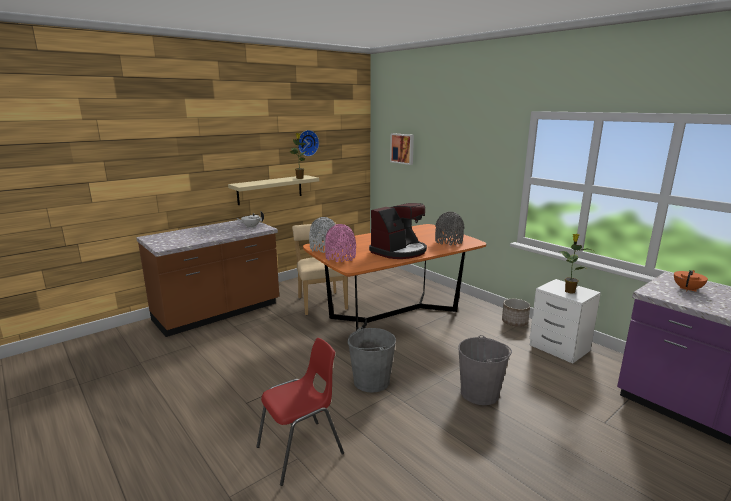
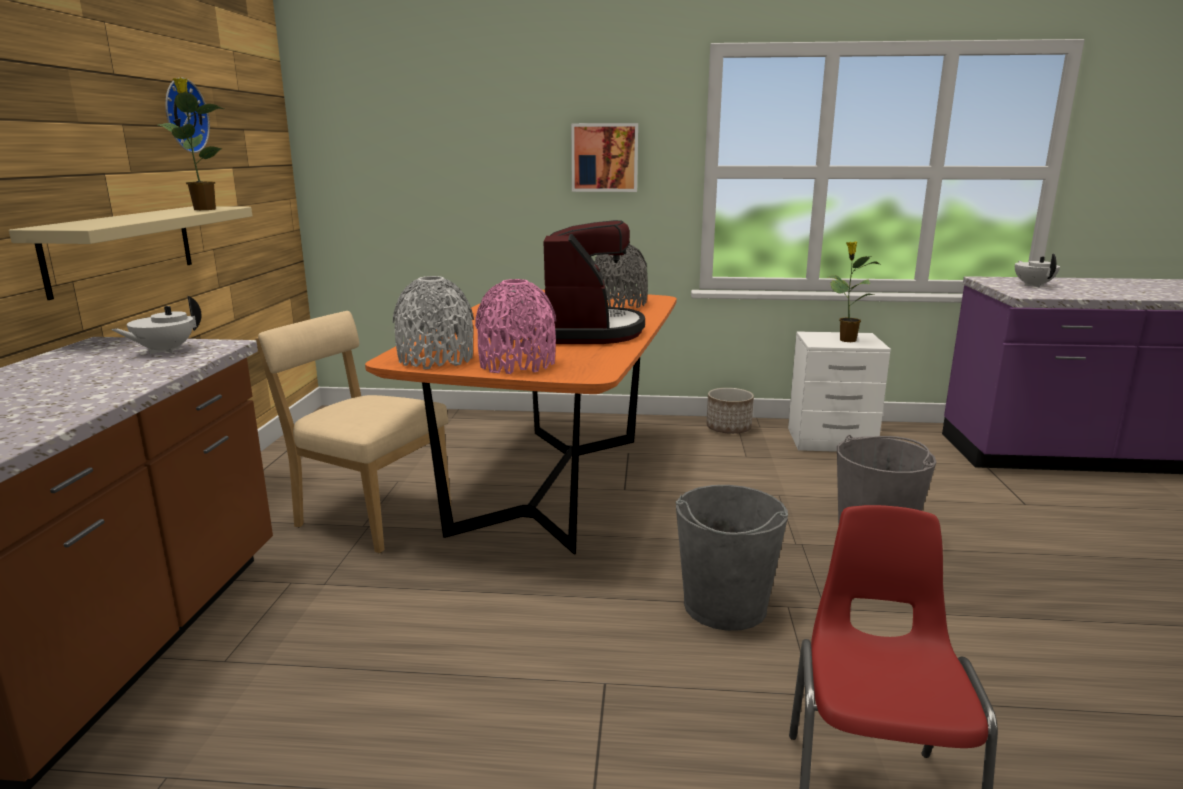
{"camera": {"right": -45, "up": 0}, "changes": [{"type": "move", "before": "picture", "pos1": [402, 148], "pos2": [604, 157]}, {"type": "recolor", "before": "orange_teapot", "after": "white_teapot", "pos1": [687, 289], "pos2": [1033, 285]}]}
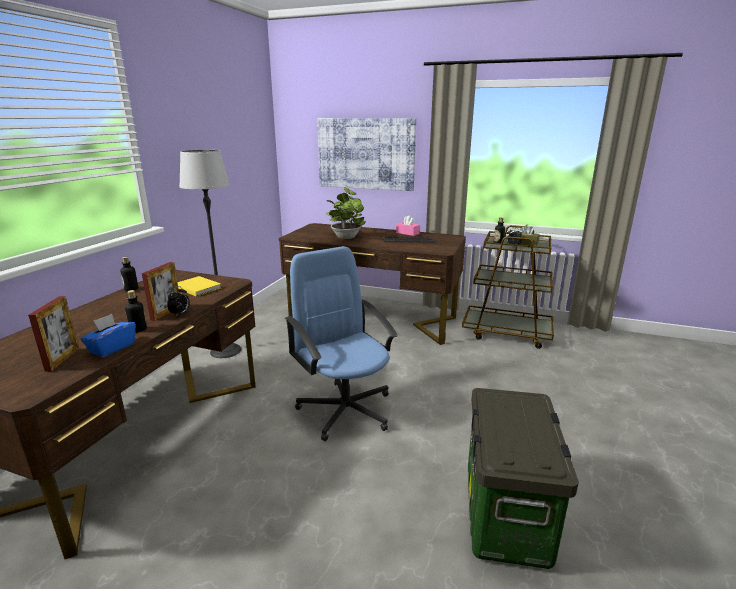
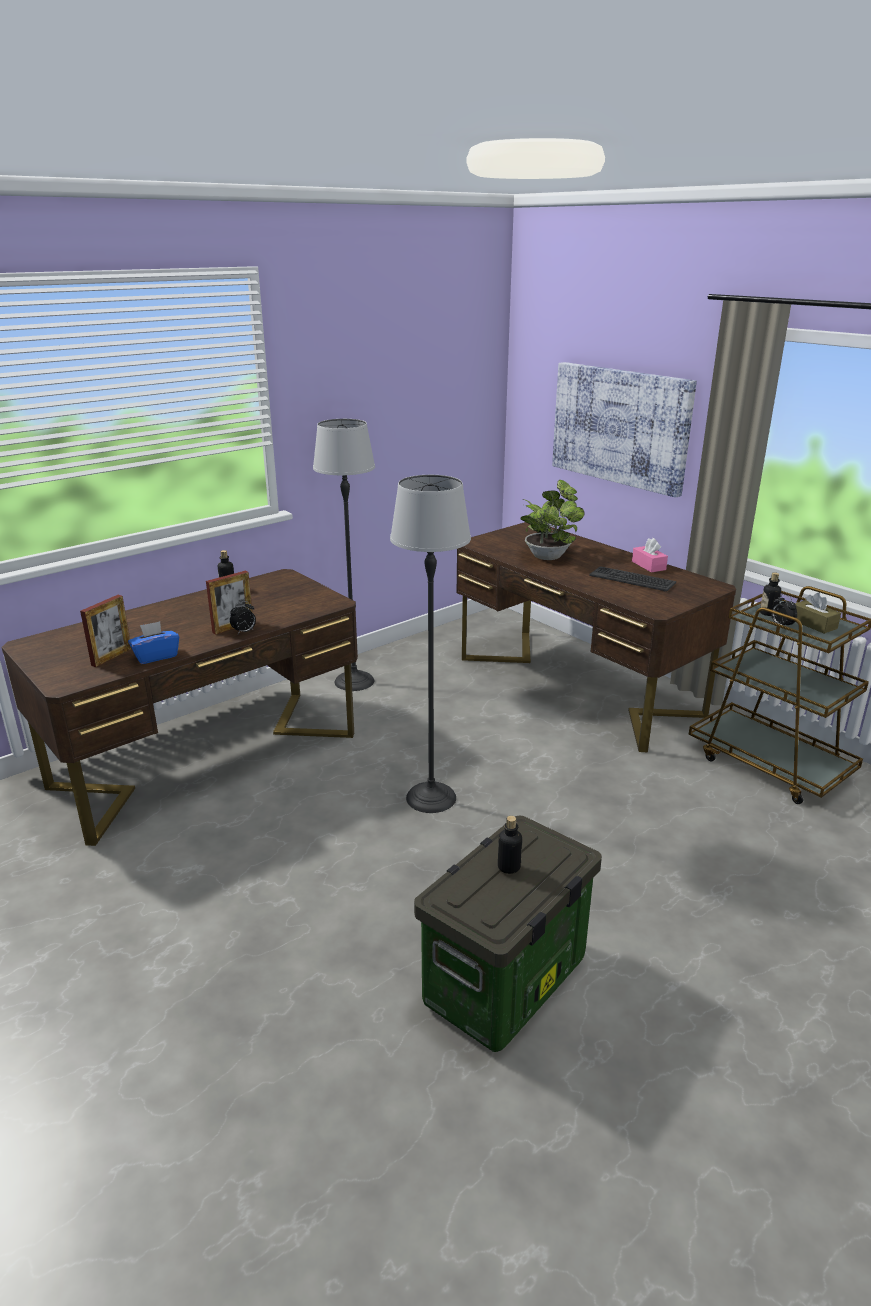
{"camera": {"right": 30, "up": 5}, "changes": [{"type": "move", "before": "bottle", "pos1": [138, 329], "pos2": [509, 867]}, {"type": "delete", "before": "yellow_book", "pos1": [197, 287]}, {"type": "replace", "before": "blue_office_chair", "after": "floor_lamp", "pos1": [345, 409], "pos2": [431, 797]}]}
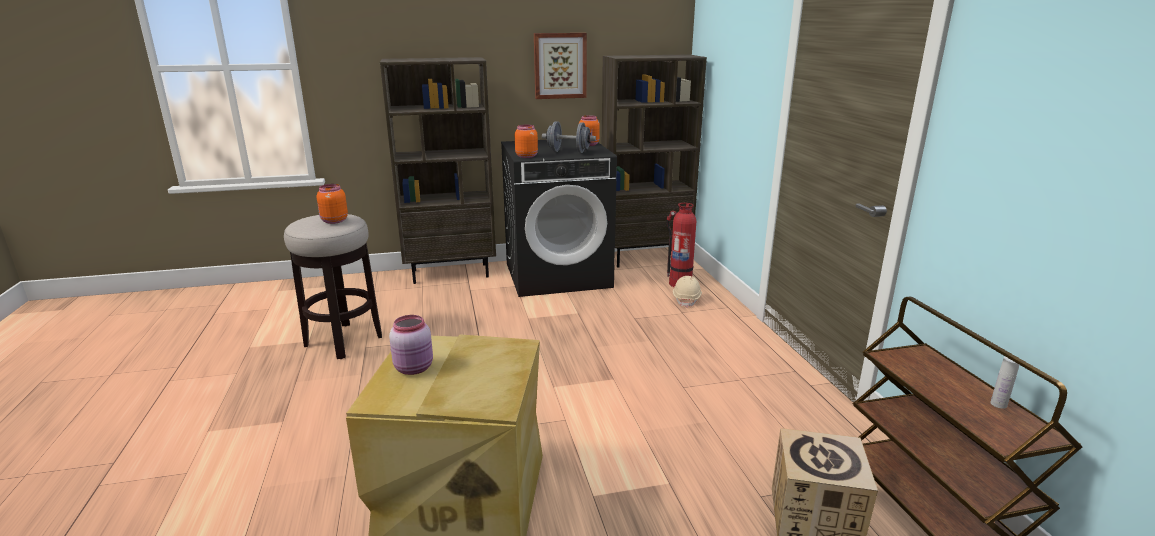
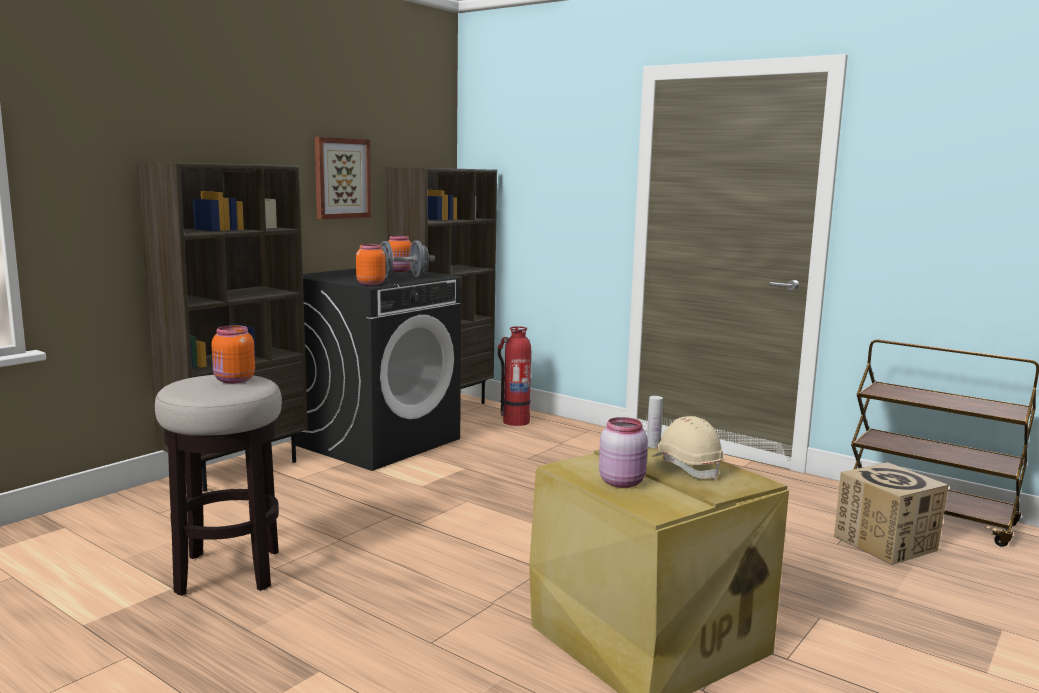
{"camera": {"right": -40, "up": -10}, "changes": [{"type": "move", "before": "beige_hard_hat", "pos1": [687, 299], "pos2": [687, 467]}, {"type": "move", "before": "white_bottle", "pos1": [998, 404], "pos2": [653, 446]}]}
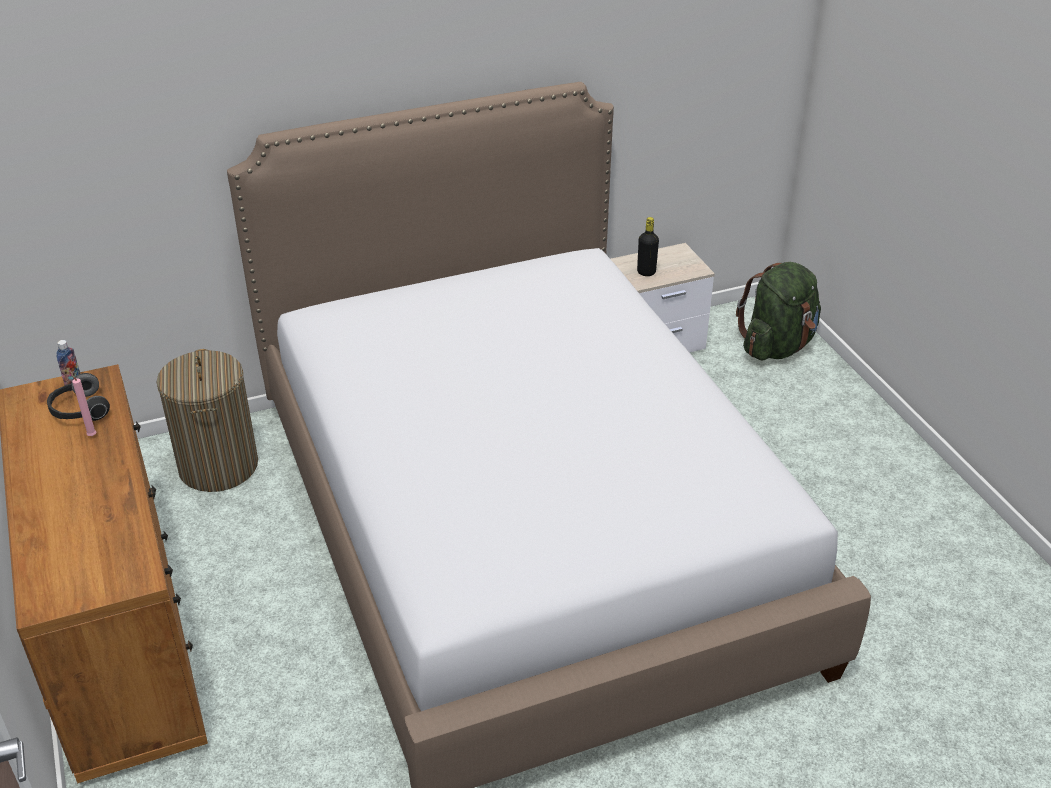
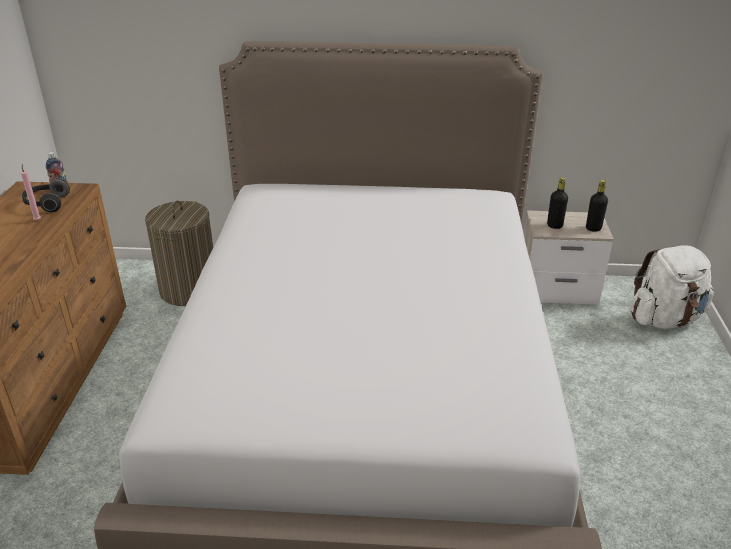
{"camera": {"right": 25, "up": -5}, "changes": [{"type": "recolor", "before": "green_backpack", "after": "white_backpack", "pos1": [777, 346], "pos2": [665, 319]}, {"type": "insert", "after": "black_bottle", "pos2": [593, 228]}]}
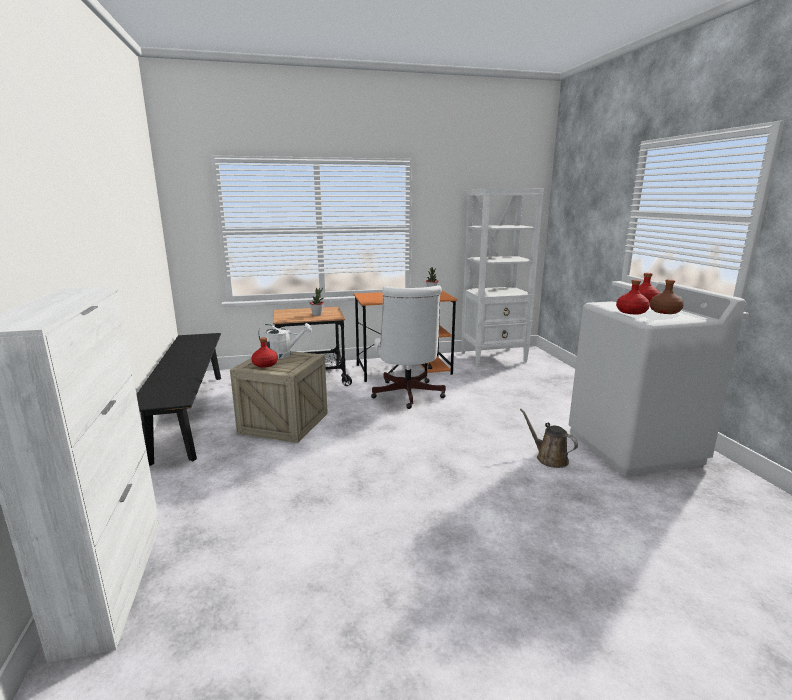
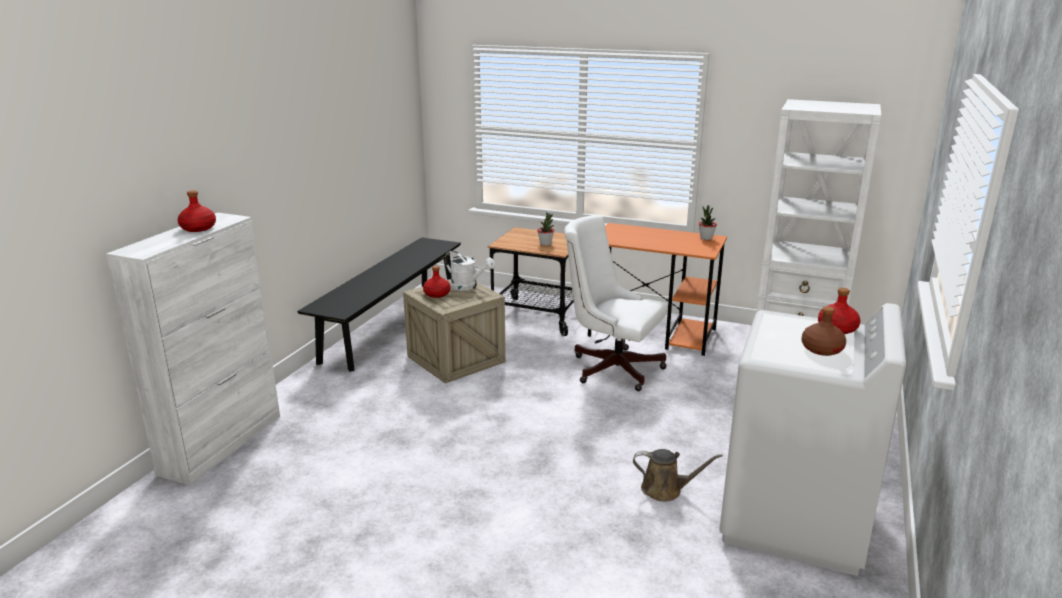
{"camera": {"right": 35, "up": 5}, "changes": [{"type": "rotate", "before": "white_office_chair", "pos1": [407, 396], "pos2": [611, 367], "turn": 90}, {"type": "rotate", "before": "brown_watering_can", "pos1": [549, 458], "pos2": [665, 490], "turn": 105}, {"type": "move", "before": "red_bottle", "pos1": [631, 312], "pos2": [198, 228]}]}
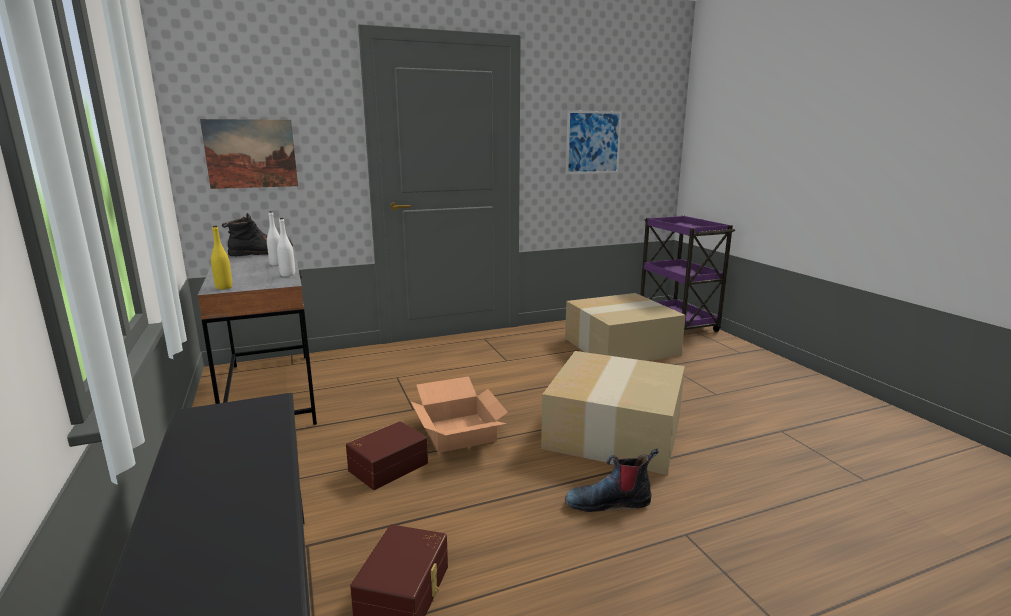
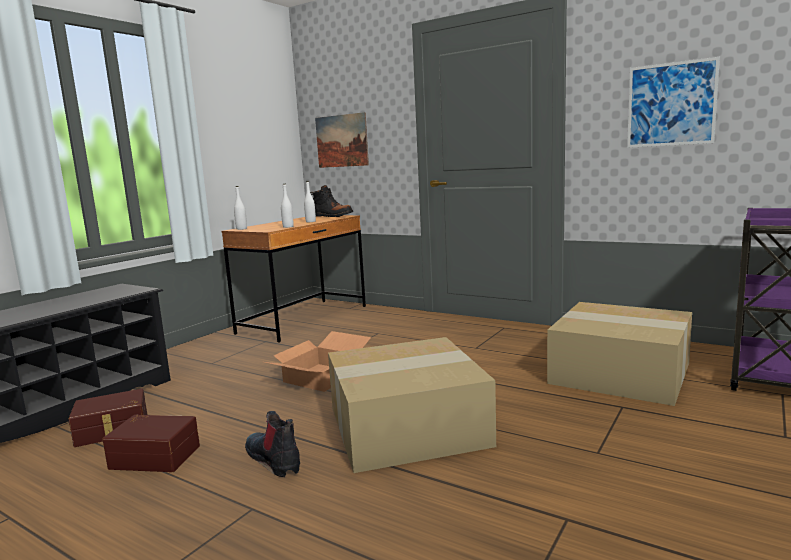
{"camera": {"right": 55, "up": -5}, "changes": [{"type": "recolor", "before": "grey_desk", "after": "brown_desk", "pos1": [271, 392], "pos2": [304, 319]}, {"type": "recolor", "before": "yellow_bottle", "after": "white_bottle", "pos1": [224, 287], "pos2": [241, 229]}, {"type": "move", "before": "brown_storage_box", "pos1": [387, 466], "pos2": [156, 456]}]}
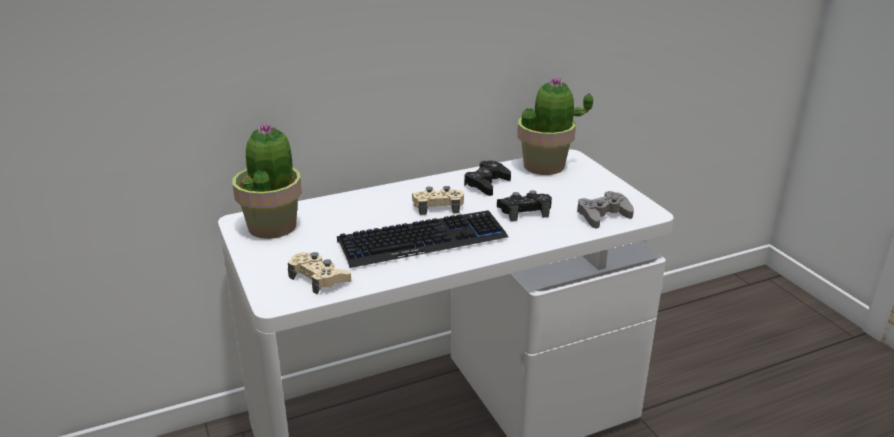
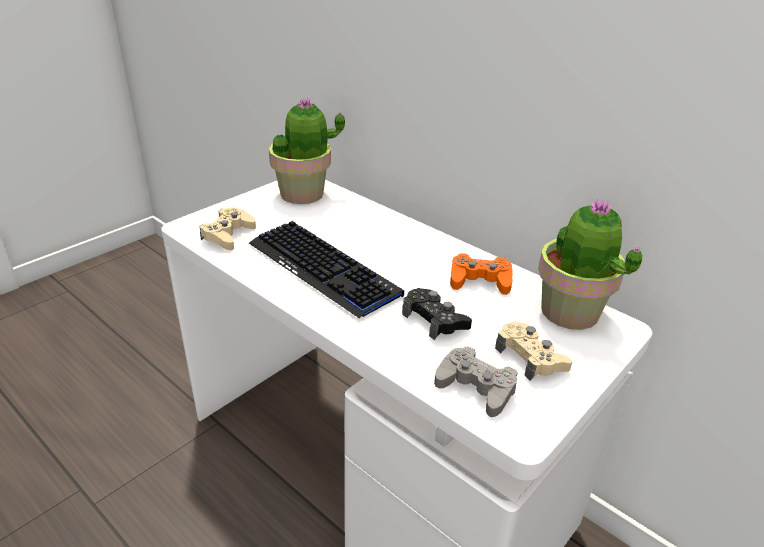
{"camera": {"right": 65, "up": 5}, "changes": [{"type": "move", "before": "beige_game_controller", "pos1": [438, 206], "pos2": [530, 357]}, {"type": "recolor", "before": "black_game_controller", "after": "orange_game_controller", "pos1": [487, 184], "pos2": [480, 280]}]}
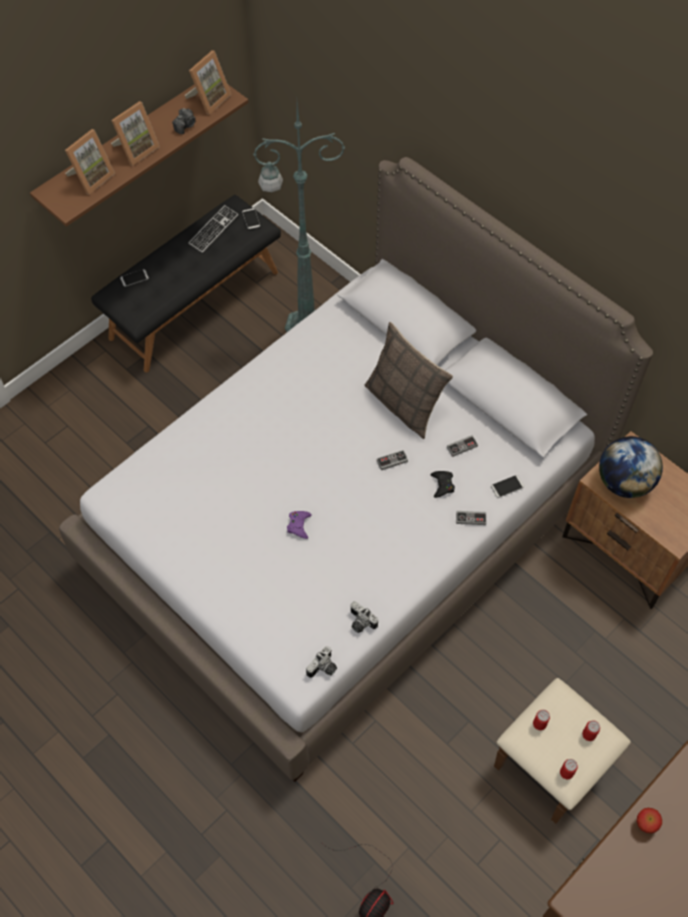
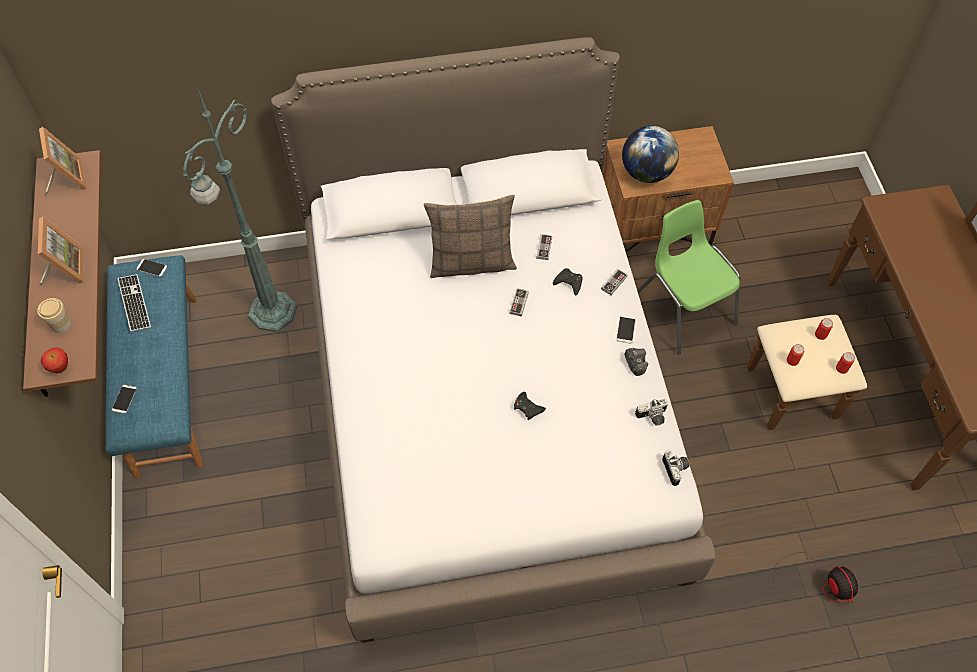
{"camera": {"right": -55, "up": 0}, "changes": [{"type": "replace", "before": "picture_frame", "after": "cup", "pos1": [91, 178], "pos2": [61, 325]}, {"type": "recolor", "before": "black_bench", "after": "blue_bench", "pos1": [194, 304], "pos2": [165, 383]}, {"type": "move", "before": "photo_camera", "pos1": [185, 126], "pos2": [635, 364]}, {"type": "recolor", "before": "purple_game_controller", "after": "black_game_controller", "pos1": [299, 525], "pos2": [528, 408]}, {"type": "move", "before": "phone", "pos1": [507, 486], "pos2": [626, 329]}, {"type": "move", "before": "apple", "pos1": [645, 824], "pos2": [61, 368]}, {"type": "insert", "after": "green_chair", "pos2": [684, 307]}]}
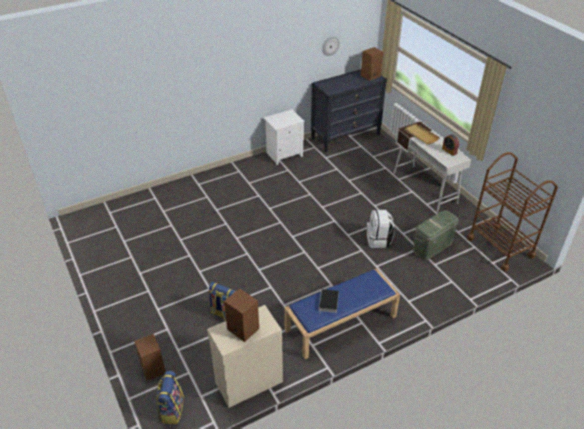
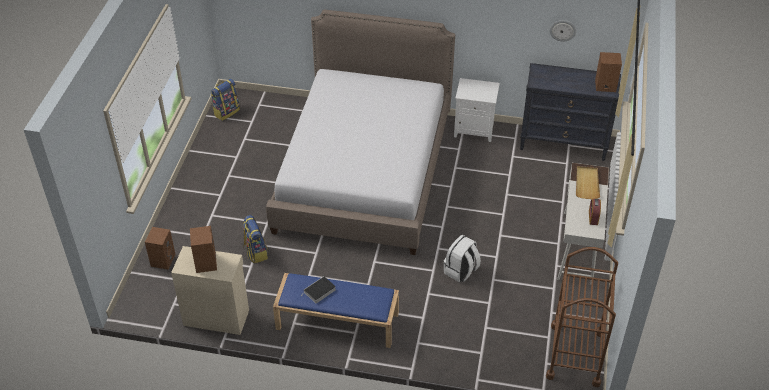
{"camera": {"right": 40, "up": 5}, "changes": [{"type": "move", "before": "backpack", "pos1": [171, 409], "pos2": [226, 112]}, {"type": "delete", "before": "green_storage_box", "pos1": [432, 247]}, {"type": "insert", "after": "bed", "pos2": [364, 172]}]}
